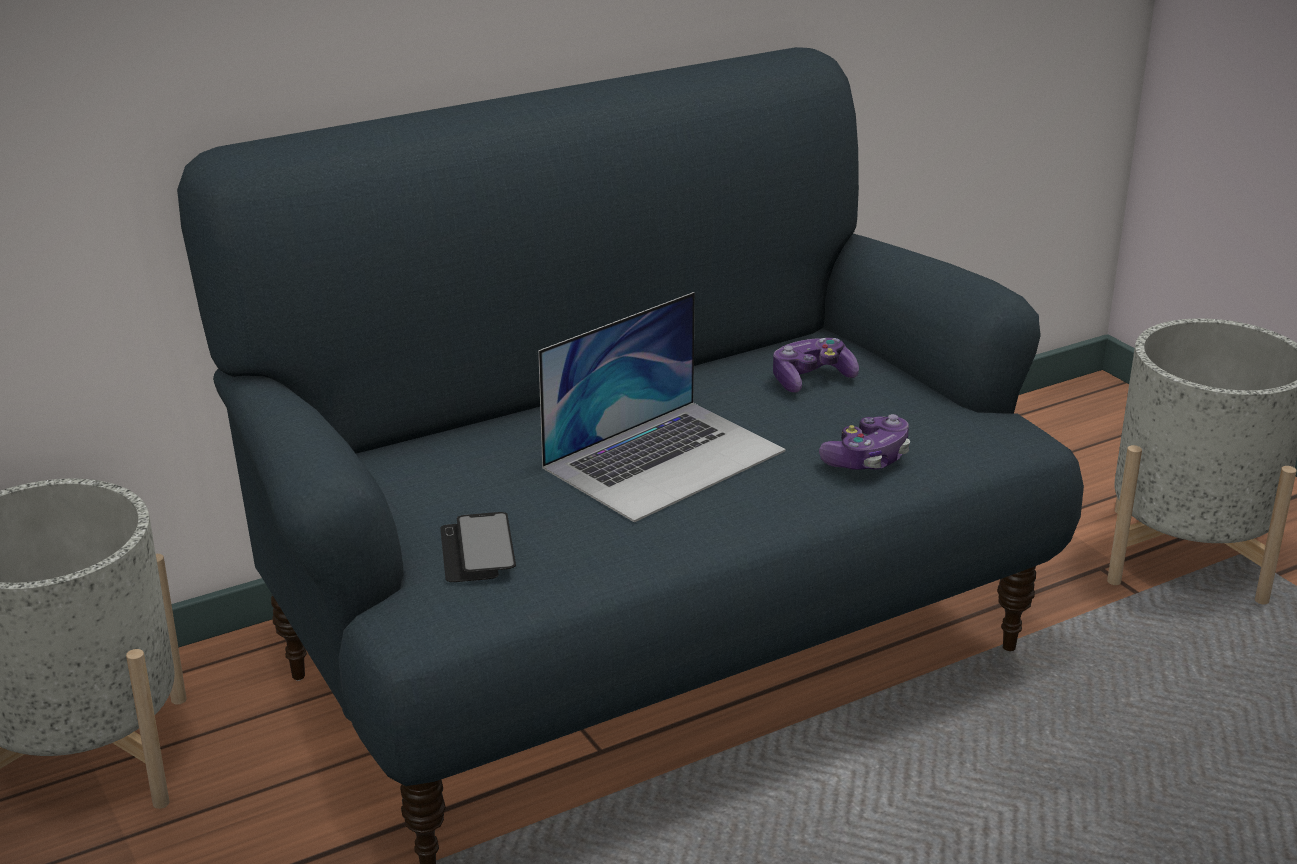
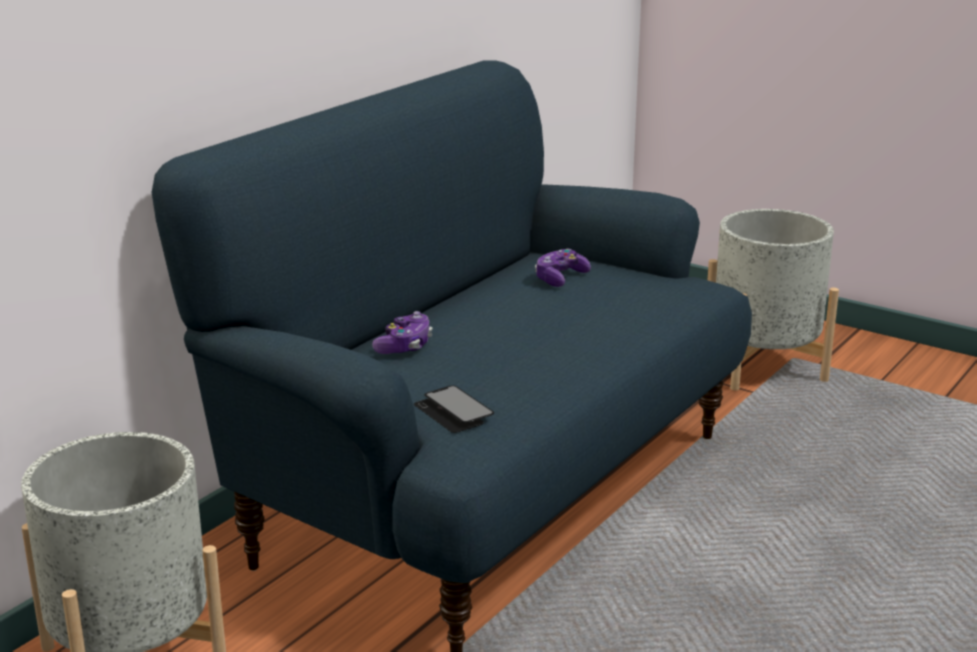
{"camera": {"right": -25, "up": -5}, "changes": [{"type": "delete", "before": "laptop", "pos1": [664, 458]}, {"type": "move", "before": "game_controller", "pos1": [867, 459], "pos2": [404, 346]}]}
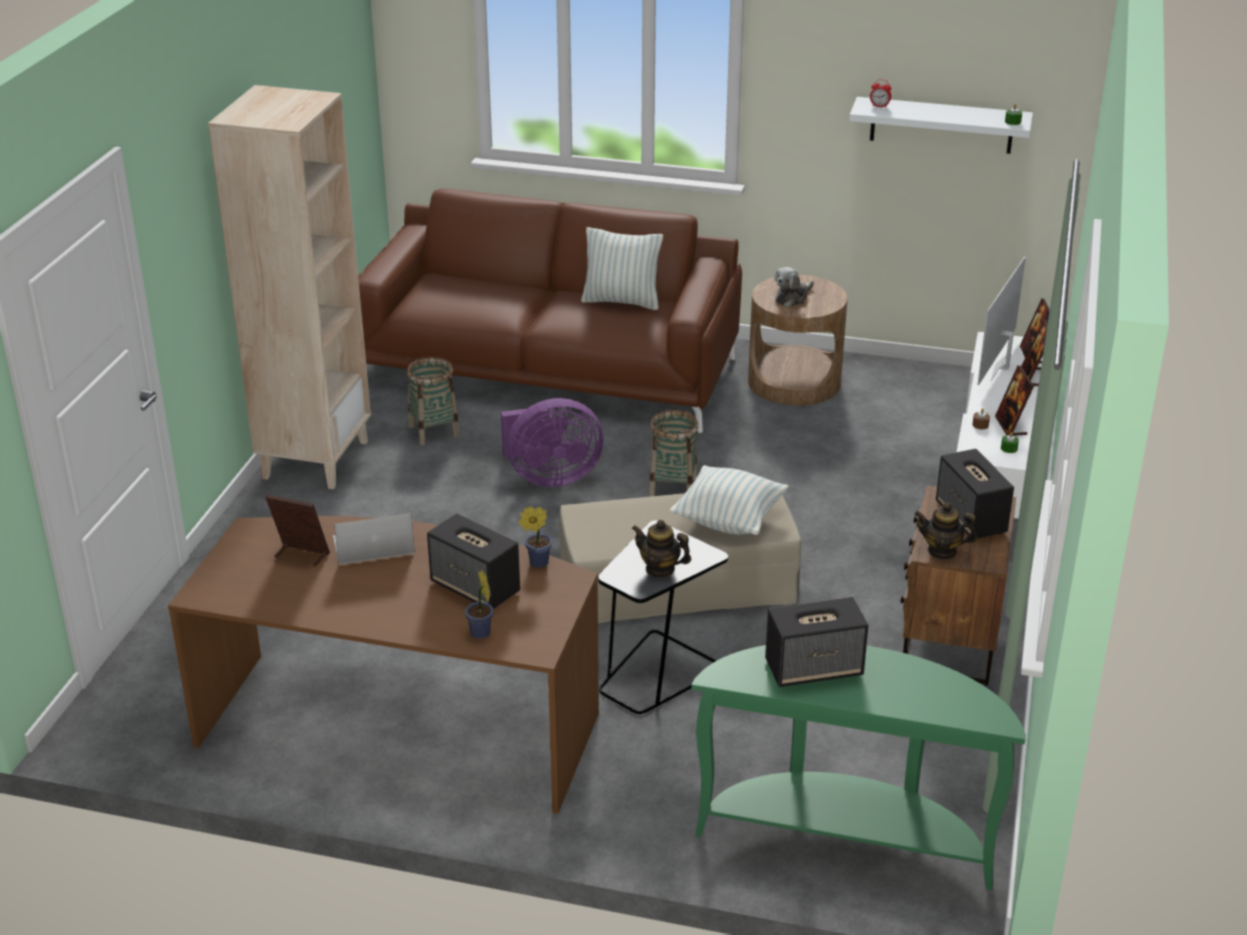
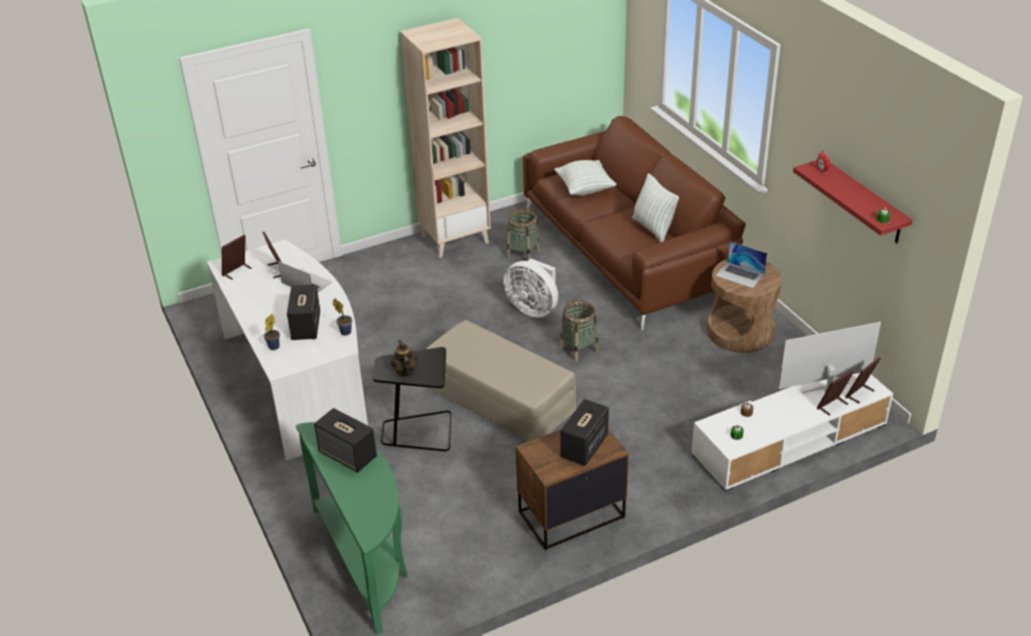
{"camera": {"right": 50, "up": 5}, "changes": [{"type": "recolor", "before": "brown_desk", "after": "white_desk", "pos1": [402, 722], "pos2": [299, 380]}, {"type": "recolor", "before": "purple_fan", "after": "white_fan", "pos1": [550, 477], "pos2": [534, 308]}, {"type": "move", "before": "pillow", "pos1": [728, 520], "pos2": [585, 189]}, {"type": "replace", "before": "plush_toy", "after": "laptop", "pos1": [792, 297], "pos2": [740, 275]}, {"type": "recolor", "before": "white_shelf", "after": "red_shelf", "pos1": [941, 125], "pos2": [863, 202]}, {"type": "delete", "before": "teapot", "pos1": [942, 551]}, {"type": "move", "before": "picture_frame", "pos1": [1011, 426], "pos2": [237, 271]}]}
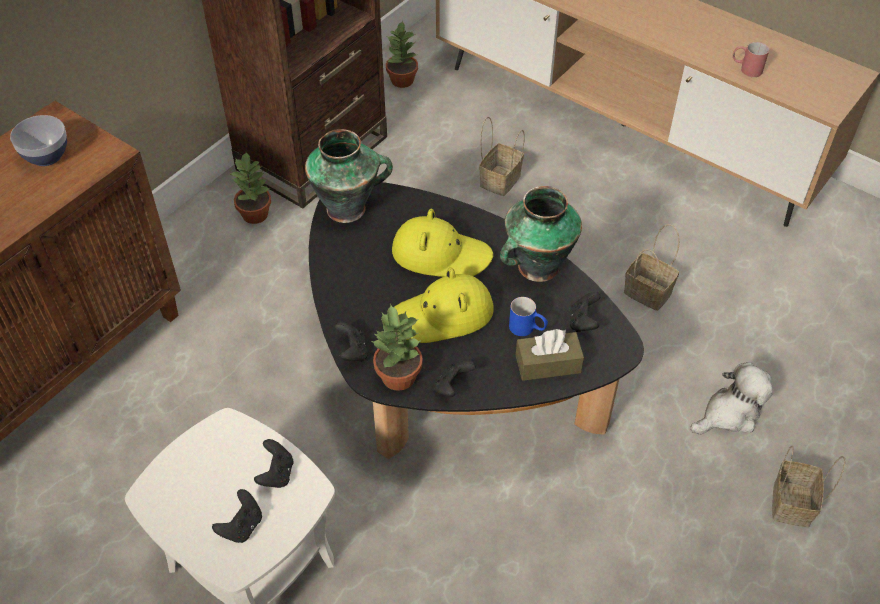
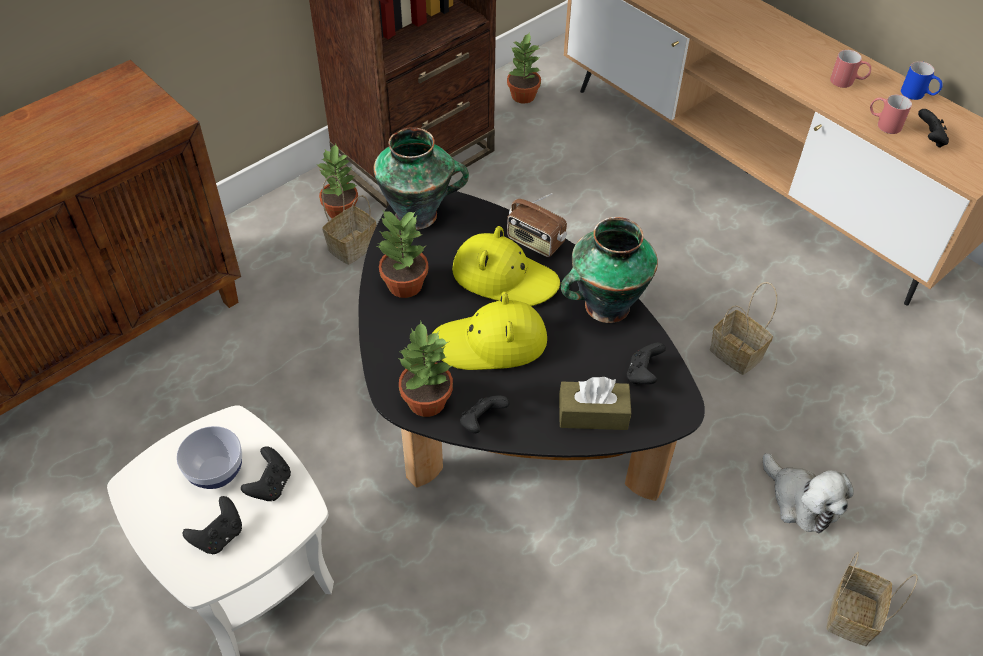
{"camera": {"right": 10, "up": 0}, "changes": [{"type": "move", "before": "bowl", "pos1": [46, 156], "pos2": [216, 472]}, {"type": "move", "before": "black_game_controller", "pos1": [353, 352], "pos2": [929, 139]}, {"type": "move", "before": "basket", "pos1": [500, 179], "pos2": [352, 245]}, {"type": "move", "before": "blue_mug", "pos1": [527, 329], "pos2": [918, 95]}, {"type": "rotate", "before": "plush_toy", "pos1": [729, 413], "pos2": [801, 501], "turn": 75}, {"type": "insert", "after": "potted_plant", "pos2": [404, 285]}, {"type": "insert", "after": "radio", "pos2": [535, 242]}, {"type": "insert", "after": "red_mug", "pos2": [847, 82]}]}
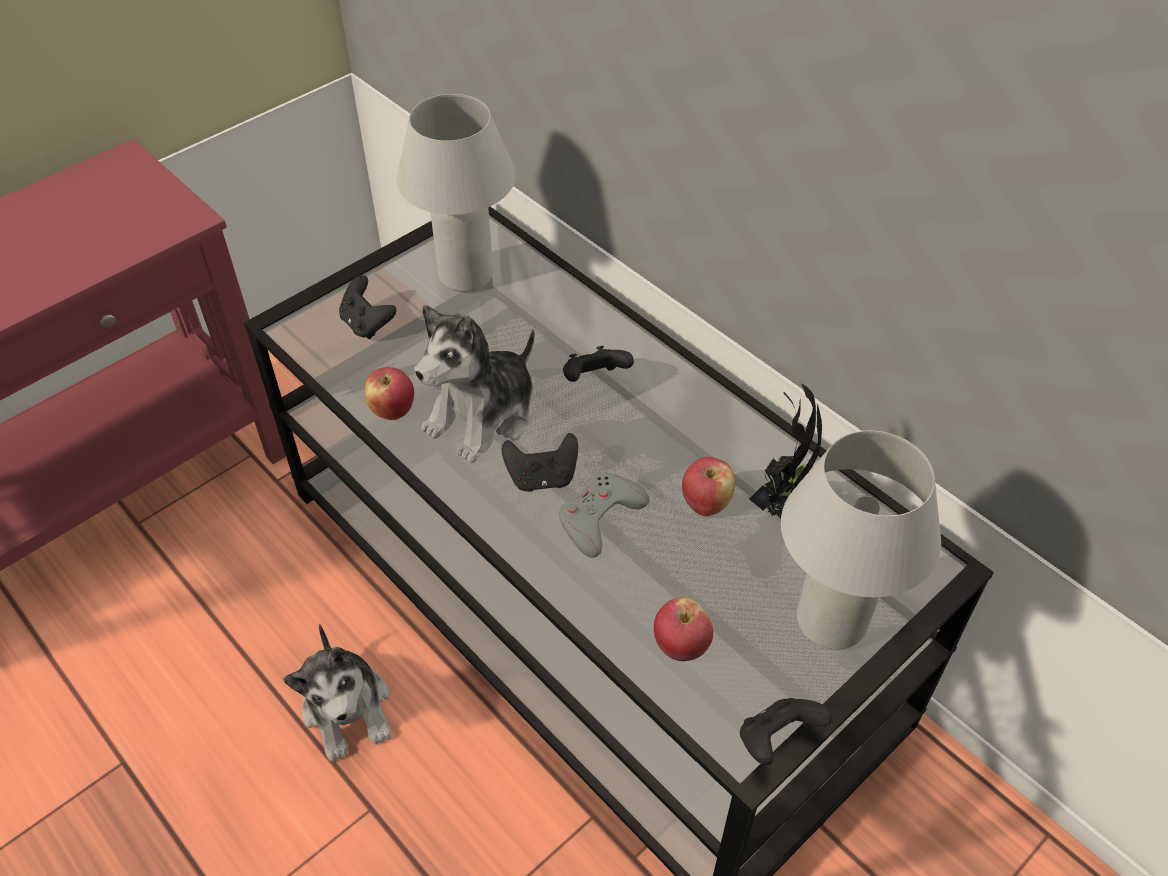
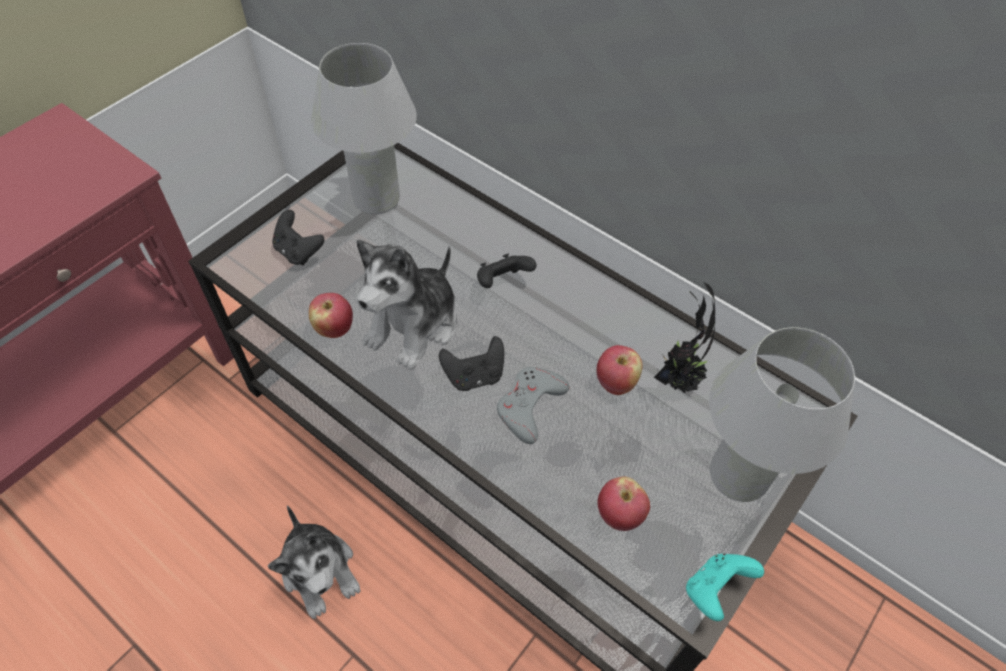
{"camera": {"right": -10, "up": 5}, "changes": [{"type": "recolor", "before": "black_game_controller", "after": "turquoise_game_controller", "pos1": [776, 740], "pos2": [715, 590]}]}
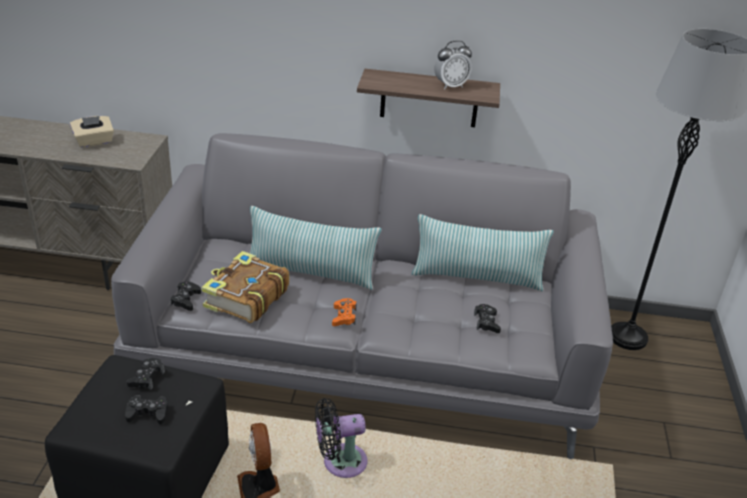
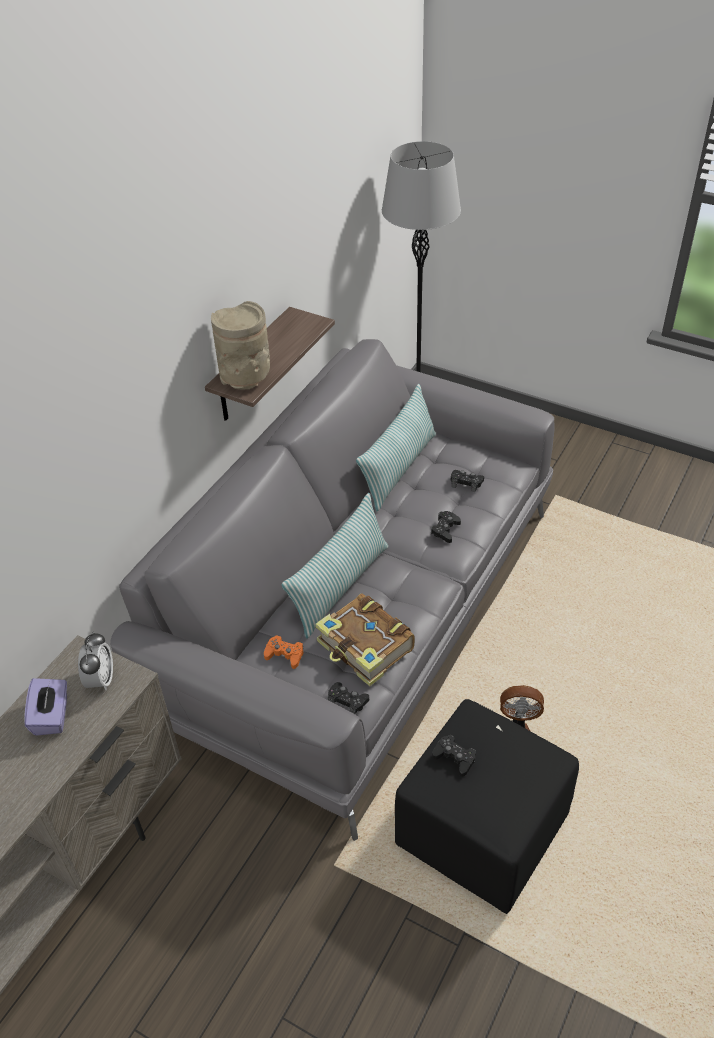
{"camera": {"right": -65, "up": 10}, "changes": [{"type": "recolor", "before": "beige_tissue_box", "after": "purple_tissue_box", "pos1": [94, 142], "pos2": [52, 716]}, {"type": "move", "before": "black_game_controller", "pos1": [148, 413], "pos2": [445, 530]}, {"type": "delete", "before": "black_fan", "pos1": [340, 462]}, {"type": "move", "before": "orange_game_controller", "pos1": [344, 316], "pos2": [285, 655]}, {"type": "move", "before": "alarm_clock", "pos1": [450, 86], "pos2": [101, 680]}, {"type": "insert", "after": "beige_vase", "pos2": [246, 378]}]}
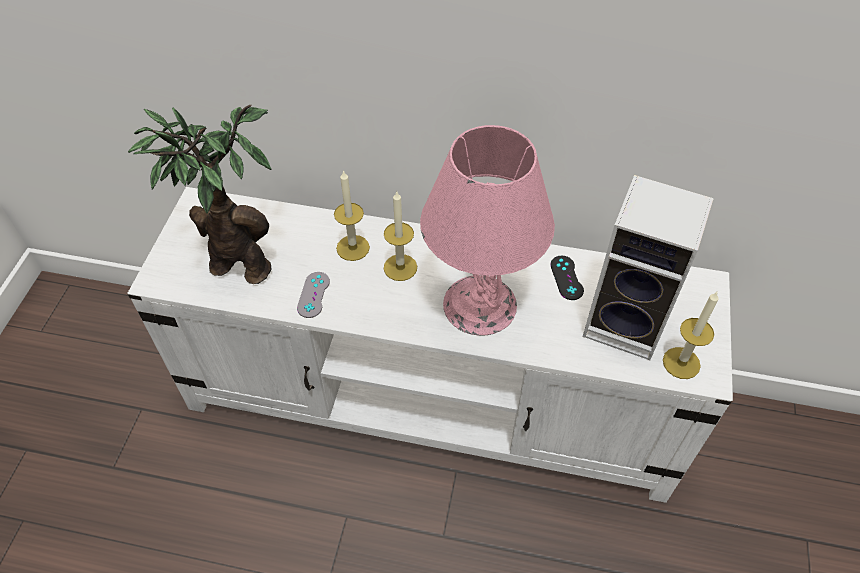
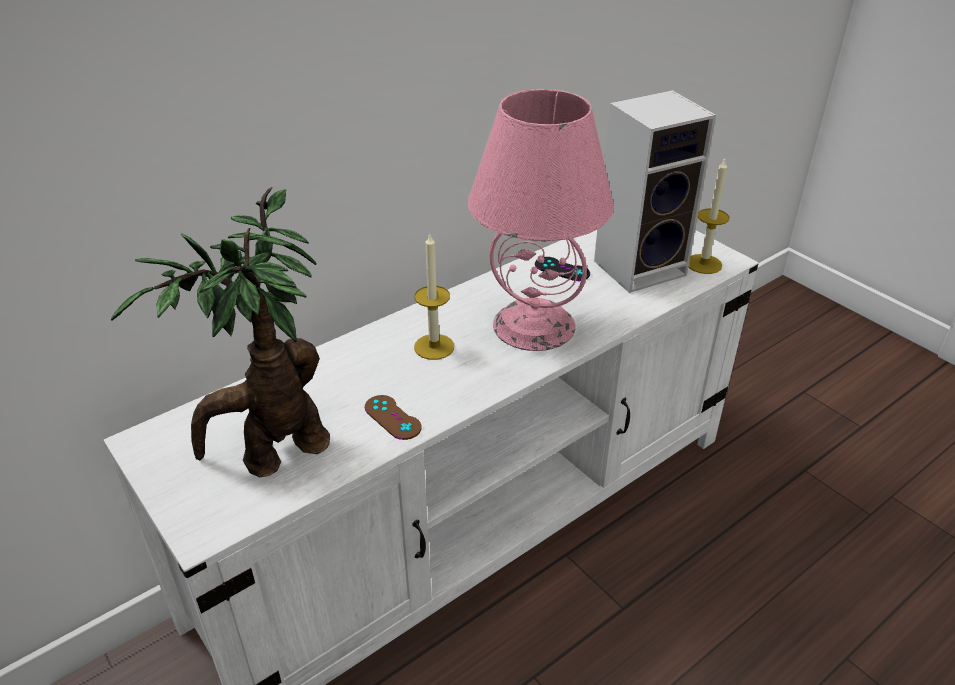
{"camera": {"right": -50, "up": -15}, "changes": [{"type": "recolor", "before": "grey_game_controller", "after": "brown_game_controller", "pos1": [313, 295], "pos2": [392, 417]}, {"type": "delete", "before": "candle", "pos1": [353, 248]}]}
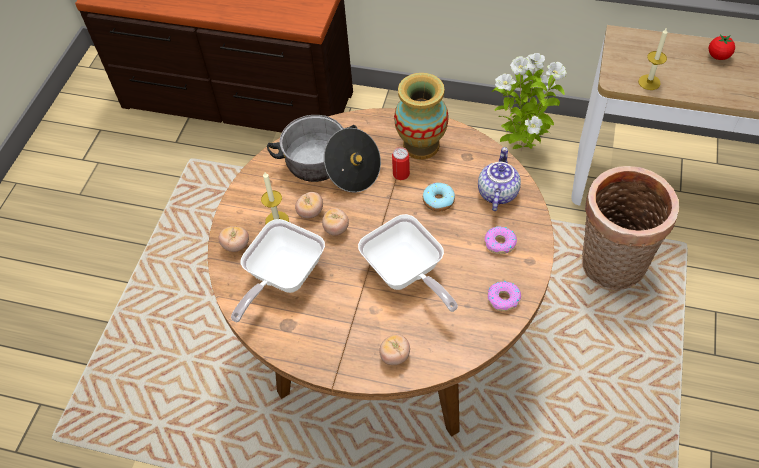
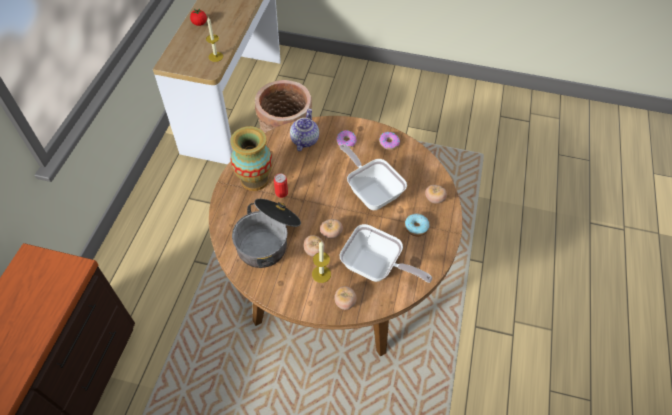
{"camera": {"right": -95, "up": 0}, "changes": [{"type": "rotate", "before": "frying_pan", "pos1": [406, 274], "pos2": [371, 191], "turn": -90}, {"type": "move", "before": "donut", "pos1": [438, 201], "pos2": [416, 227]}, {"type": "rotate", "before": "teapot", "pos1": [496, 192], "pos2": [304, 140], "turn": 90}, {"type": "delete", "before": "potted_plant", "pos1": [521, 149]}]}
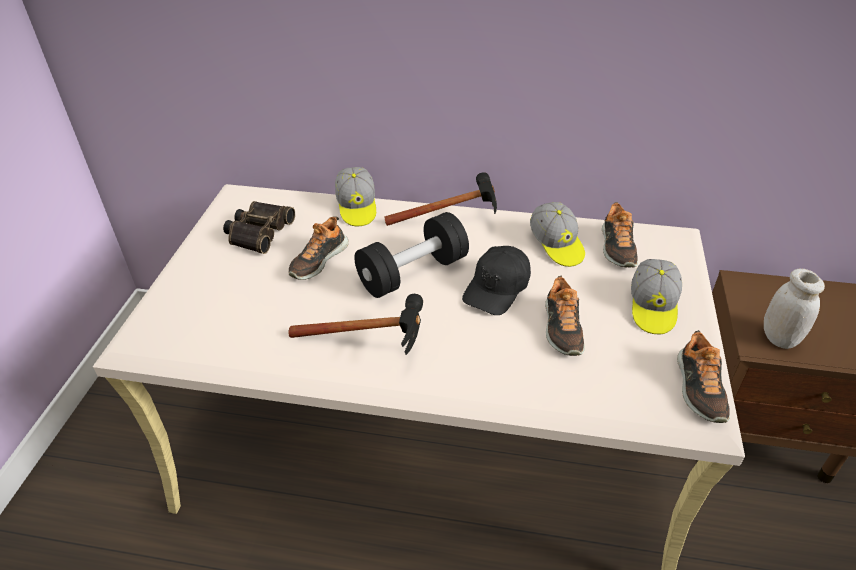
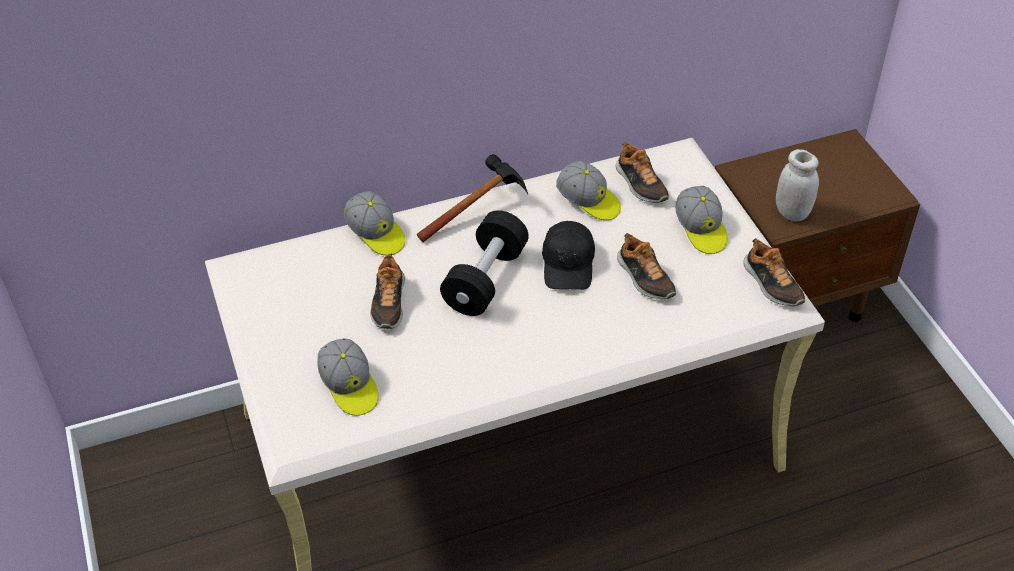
{"camera": {"right": -30, "up": 5}, "changes": [{"type": "delete", "before": "binoculars", "pos1": [258, 232]}, {"type": "delete", "before": "hammer", "pos1": [374, 343]}, {"type": "insert", "after": "cap", "pos2": [349, 386]}]}
